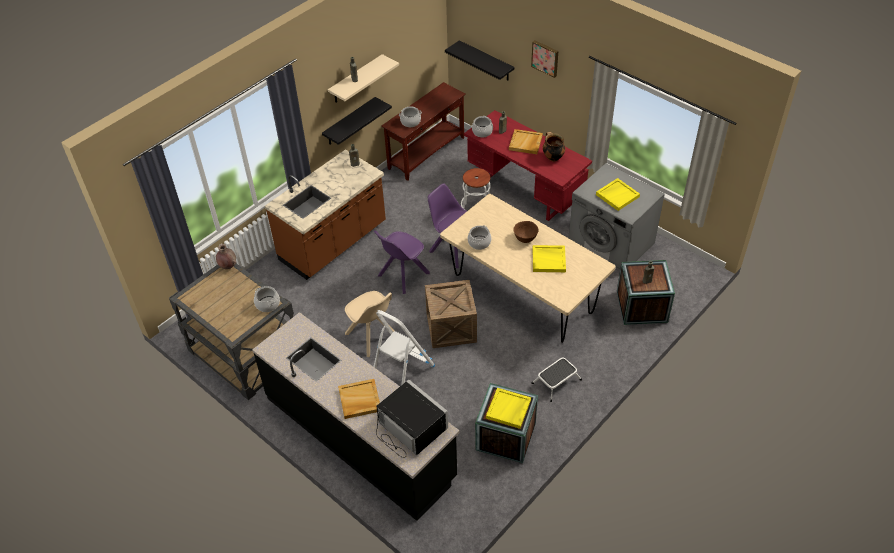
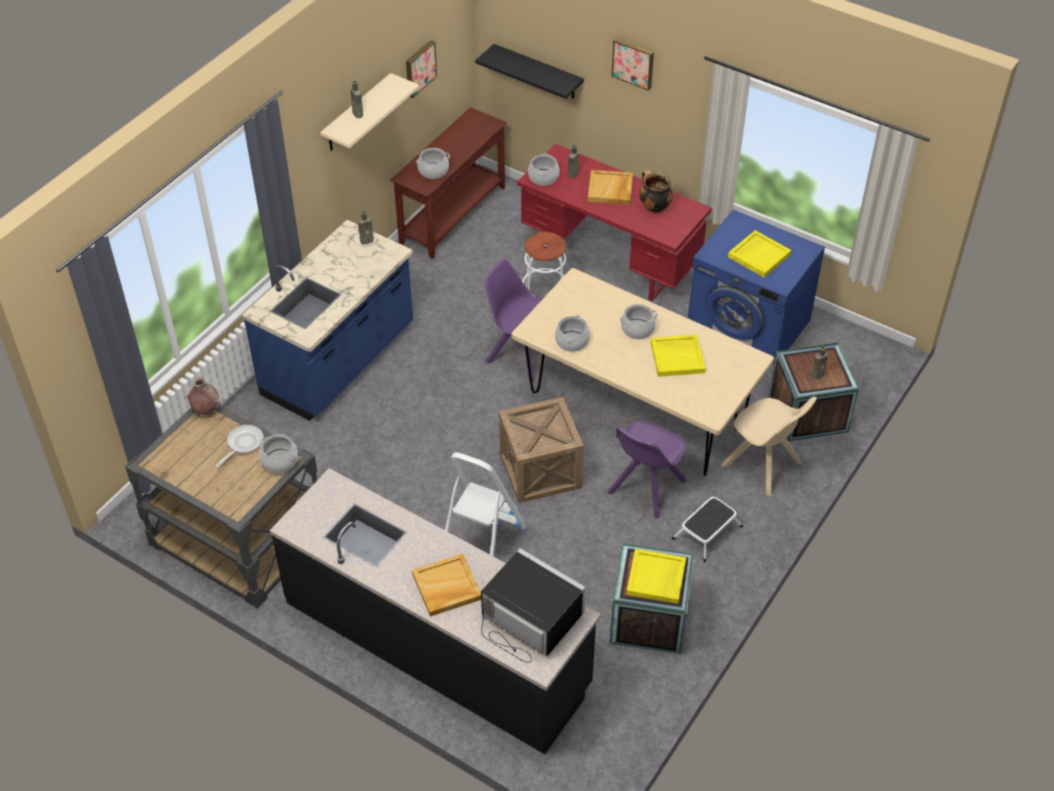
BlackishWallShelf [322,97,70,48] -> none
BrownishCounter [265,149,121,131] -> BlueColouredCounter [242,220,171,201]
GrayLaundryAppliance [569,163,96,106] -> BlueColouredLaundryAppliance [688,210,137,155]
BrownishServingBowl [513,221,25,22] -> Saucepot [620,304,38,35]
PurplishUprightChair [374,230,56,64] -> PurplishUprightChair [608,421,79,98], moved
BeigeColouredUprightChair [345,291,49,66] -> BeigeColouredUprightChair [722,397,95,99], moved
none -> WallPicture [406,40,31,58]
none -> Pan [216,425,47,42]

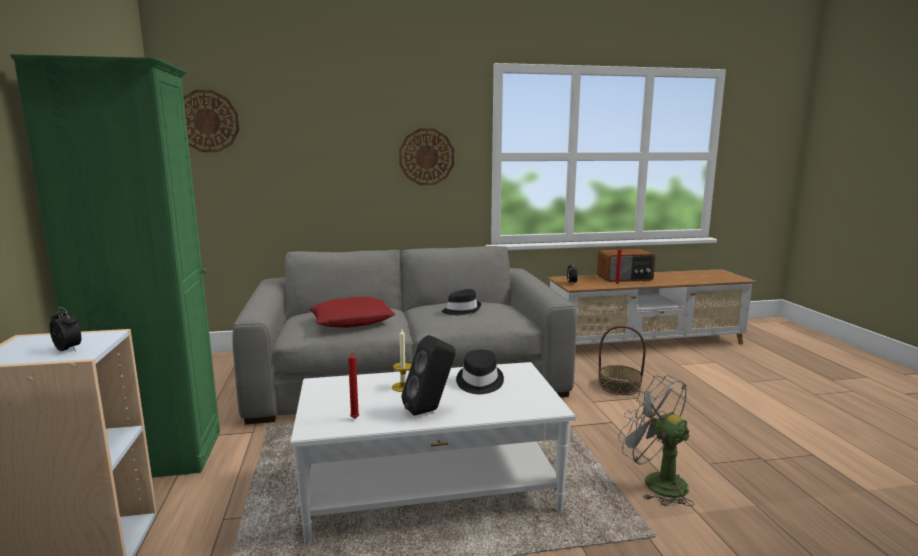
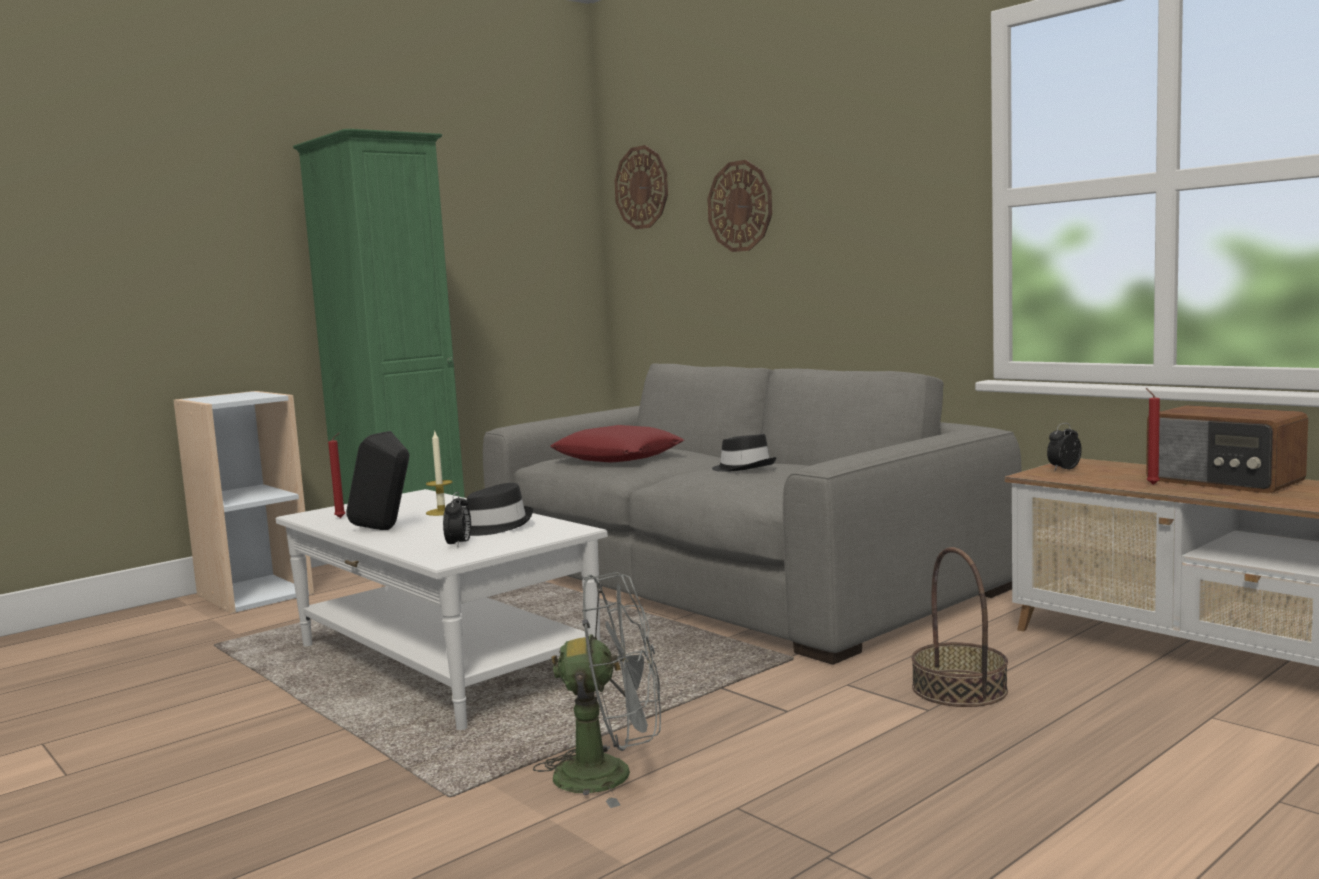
ClockOnTheWall [399,129,55,56] -> ClockOnTheWall [707,160,65,92], moved
BedsideClock [50,307,31,45] -> BedsideClock [443,492,28,56], moved
GrayElectricFan [618,375,77,131] -> GrayElectricFan [533,572,128,236], 75 degrees clockwise

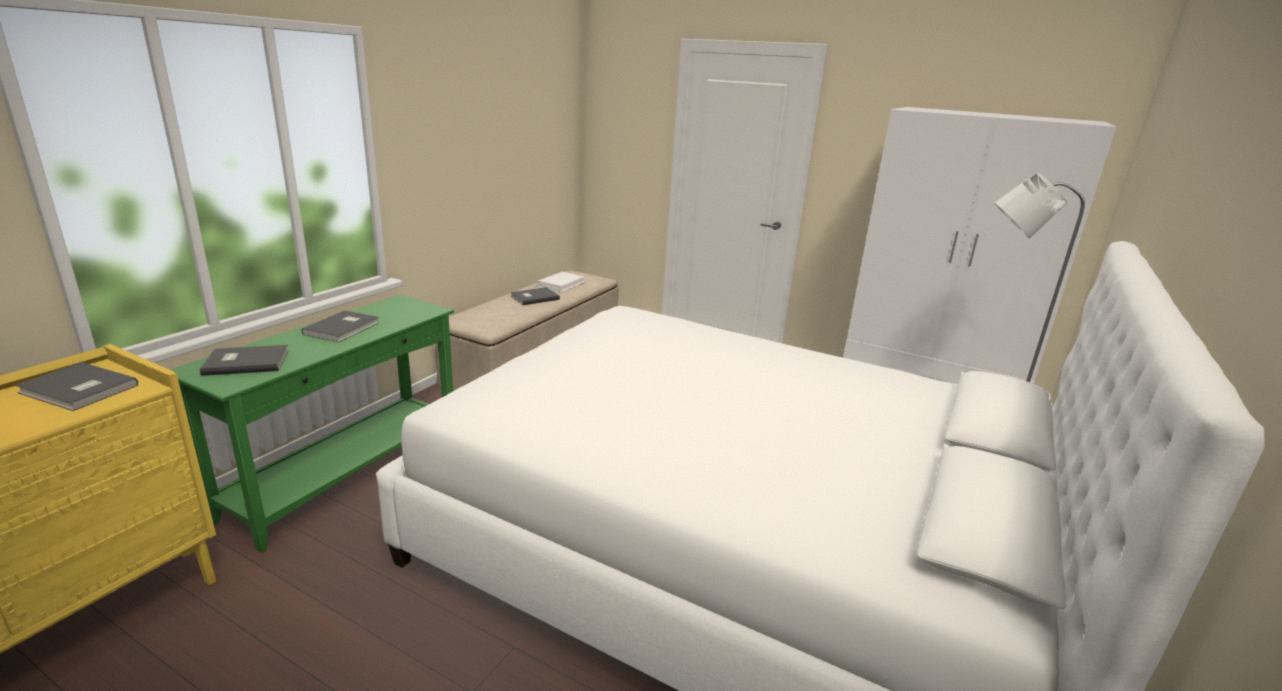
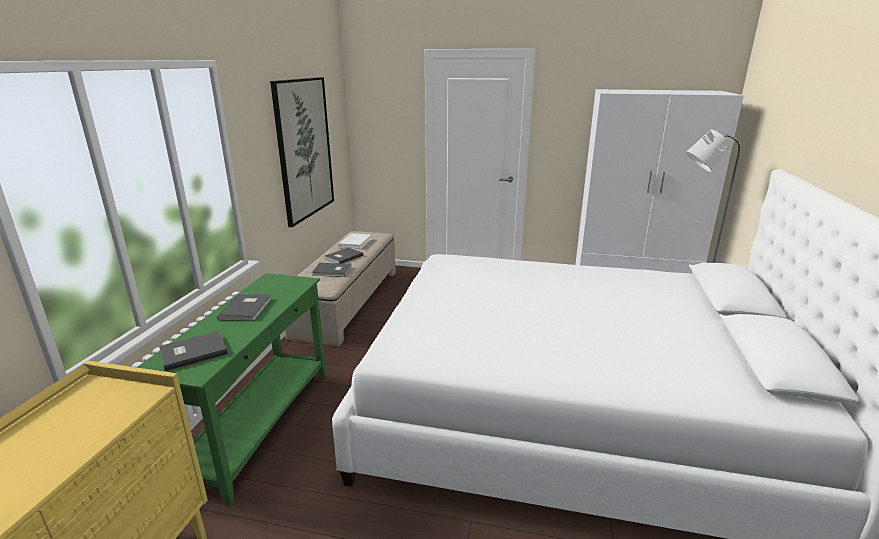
GrayVolume [15,362,123,49] -> GrayVolume [312,263,39,14], moved
none -> WallPicture [270,77,64,150]

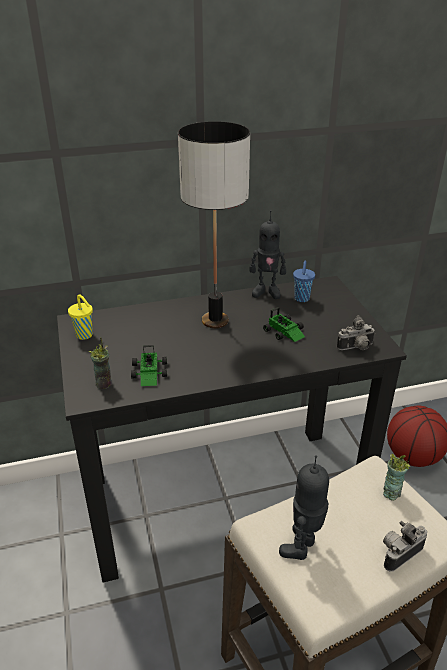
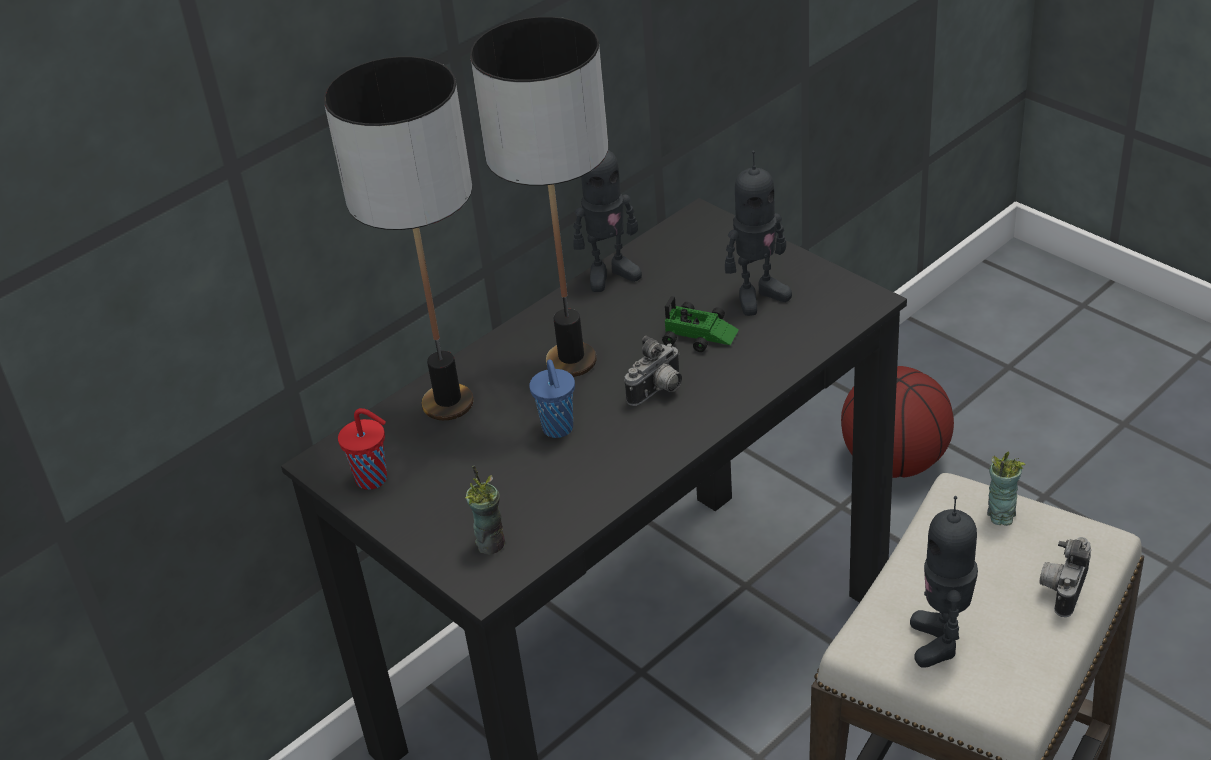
BlueColouredDrinkingCup [293,260,22,42] -> BlueColouredDrinkingCup [529,359,46,79], moved
YellowColouredDrinkingCup [68,295,25,45] -> RedColouredDrinkingCup [338,408,49,82]
StillCamera [337,315,38,35] -> StillCamera [624,336,58,70], moved
ToyCar [131,345,36,41] -> none
none -> LampForATable [324,56,149,364]
none -> RobotFigure [725,150,67,166]

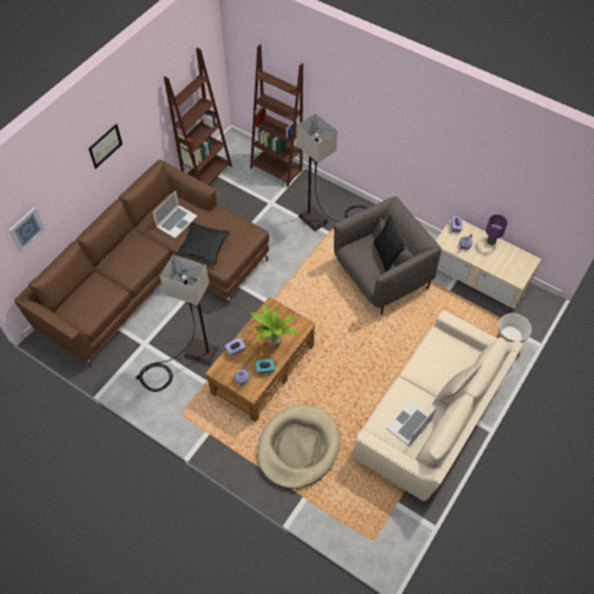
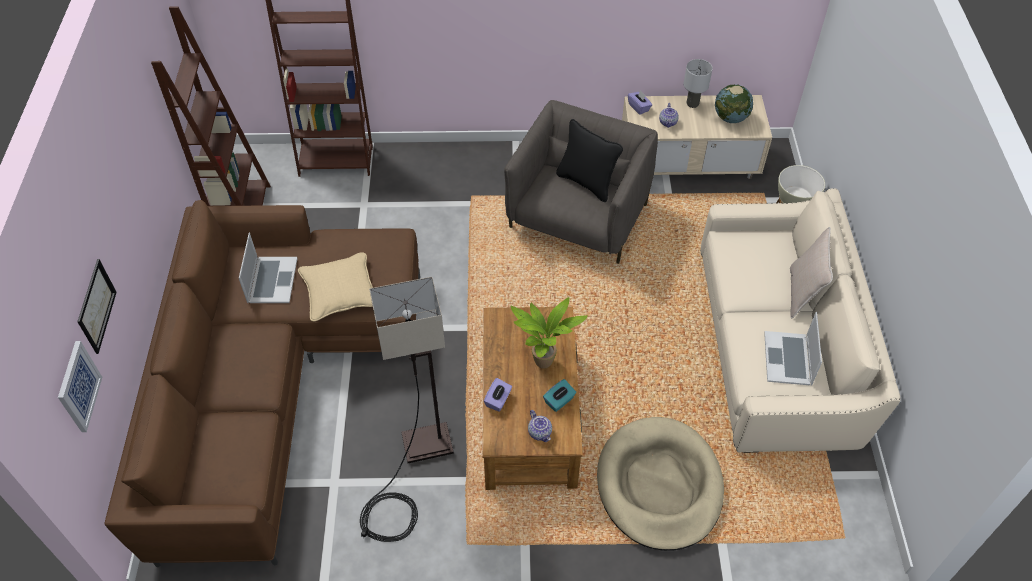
StandardLamp [297,113,70,118] -> none
WallPicture [88,124,34,45] -> WallPicture [77,259,40,95], moved
PurplishLampForATable [486,214,22,31] -> WhiteLampForATable [683,59,30,49]
BlackishCushion [176,222,54,43] -> BeigeColouredCushion [298,252,75,69]
none -> DeskGlobe [715,85,38,38]

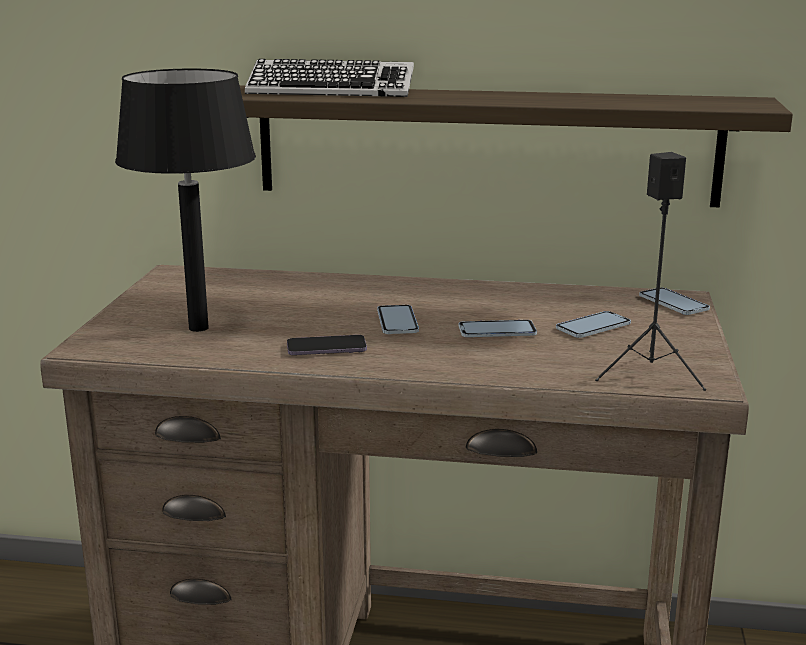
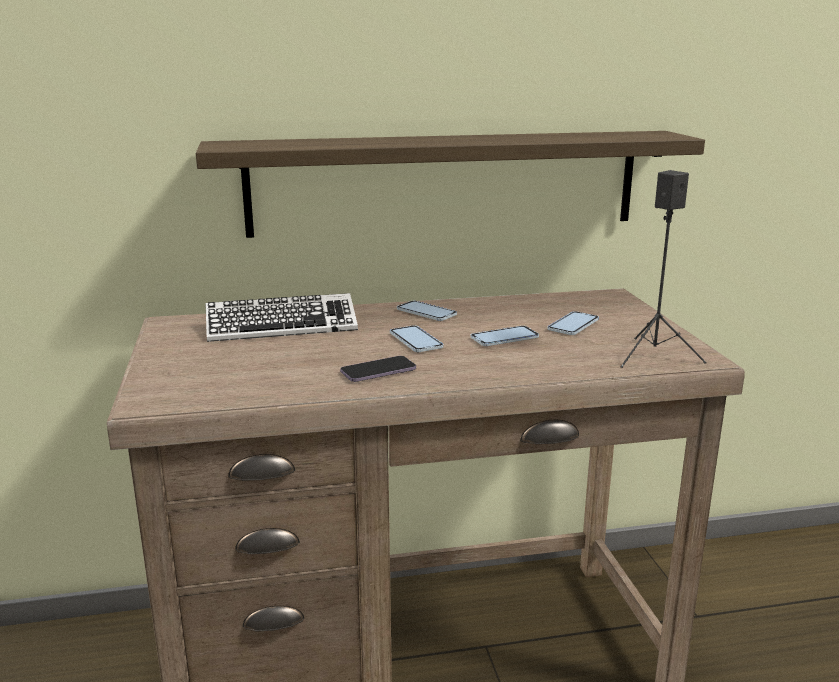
PcKeyboard [245,59,169,38] -> PcKeyboard [206,293,152,49], moved
BlackishLampForATable [115,69,141,263] -> none
Telephone [639,287,71,28] -> Telephone [397,301,60,20], moved

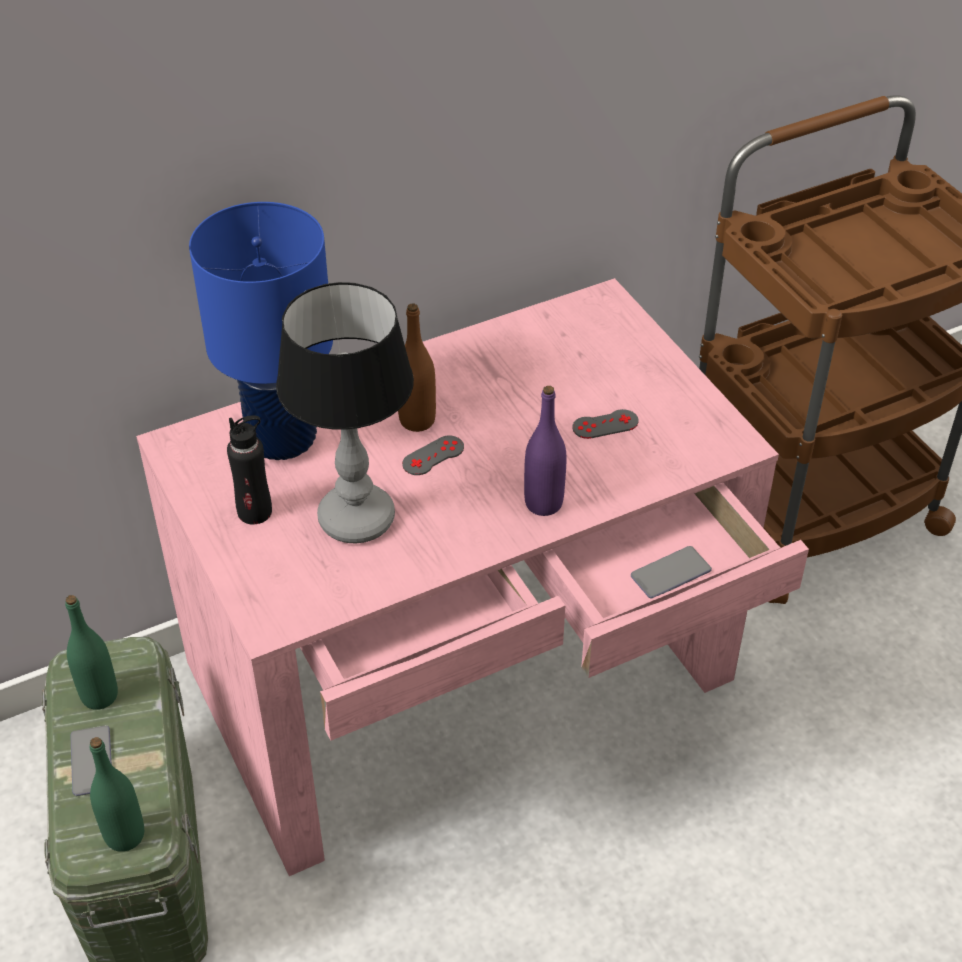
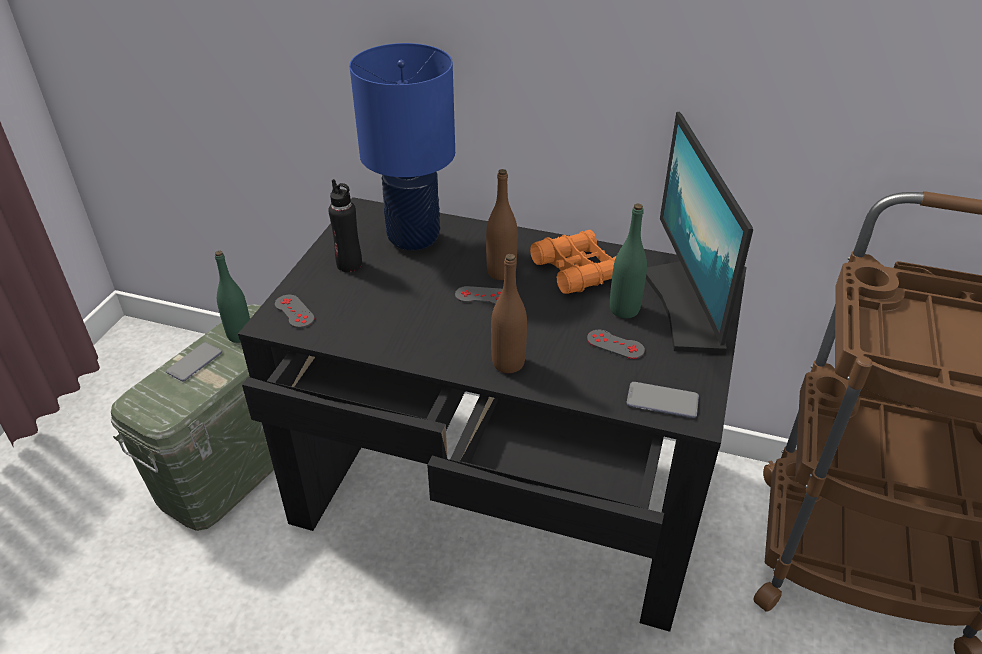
PinkishDeskTable [136,278,673,598] -> BlackishDeskTable [238,197,508,435]
LampForATable [276,282,138,261] -> none
PurplishDrinkBottle [524,386,43,130] -> BrownishDrinkBottle [491,254,36,119]
Telephone [631,546,81,53] -> Telephone [626,382,73,36], moved
GreenDrinkBottle [89,737,55,115] -> GreenDrinkBottle [610,203,37,115], moved
none -> ComputerDisplay [646,112,107,242]
none -> OrangeColouredFieldGlasses [530,230,86,64]
none -> GrayGameController [275,295,40,33]

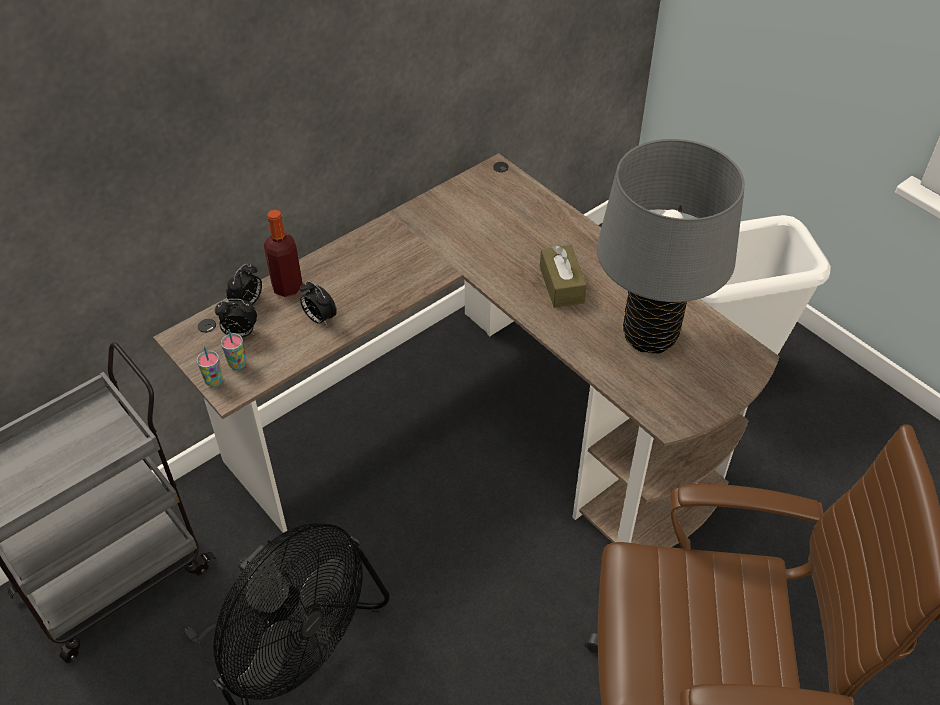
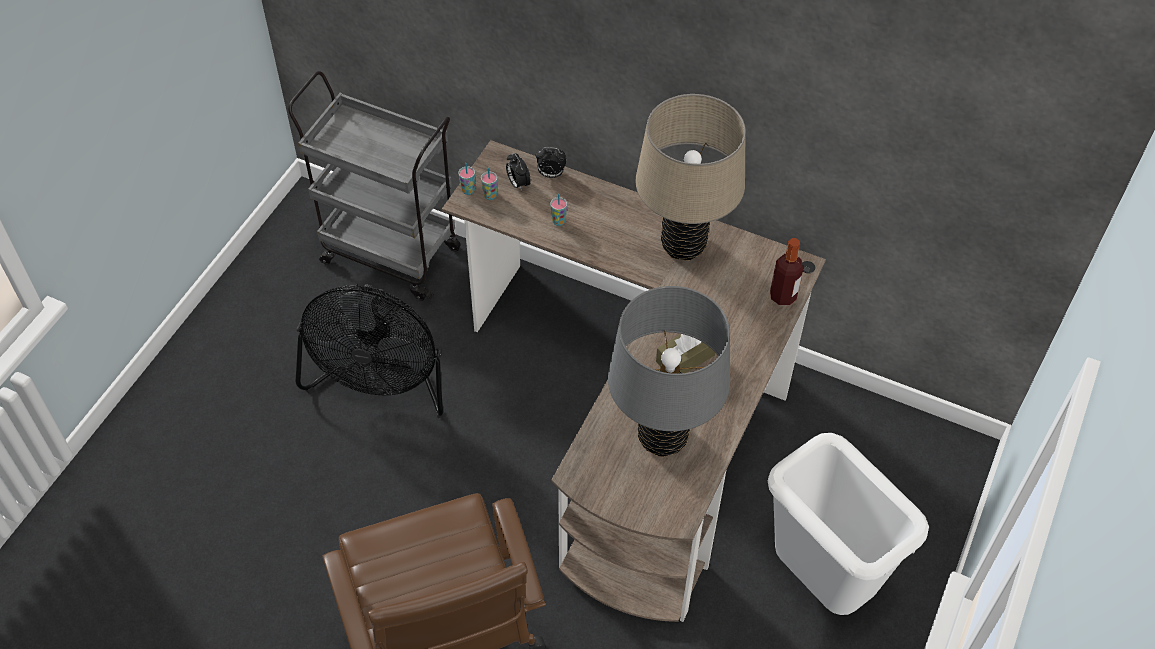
DrinkBottle [264,210,39,87] -> DrinkBottle [770,238,33,68], moved
BedsideClock [300,281,37,45] -> DrinkingCup [550,194,17,32]
none -> BeigeColouredLampForATable [636,94,109,167]

